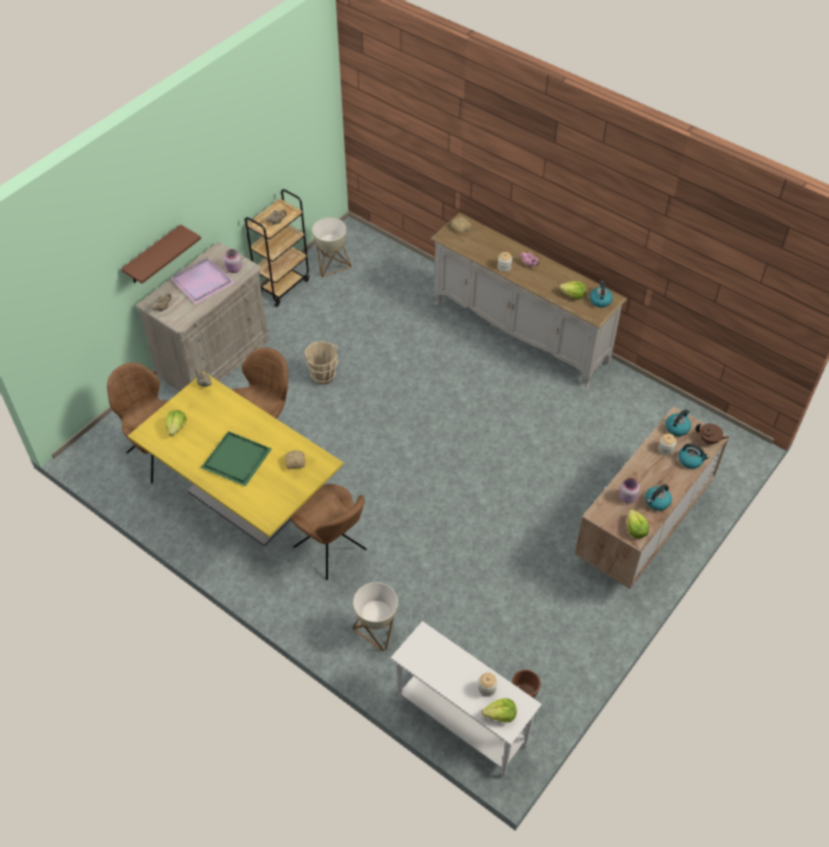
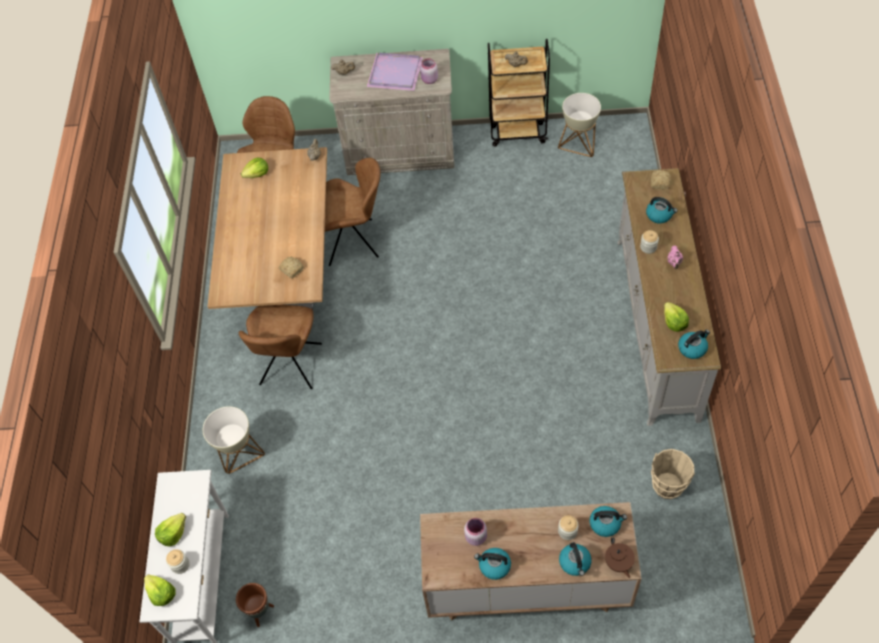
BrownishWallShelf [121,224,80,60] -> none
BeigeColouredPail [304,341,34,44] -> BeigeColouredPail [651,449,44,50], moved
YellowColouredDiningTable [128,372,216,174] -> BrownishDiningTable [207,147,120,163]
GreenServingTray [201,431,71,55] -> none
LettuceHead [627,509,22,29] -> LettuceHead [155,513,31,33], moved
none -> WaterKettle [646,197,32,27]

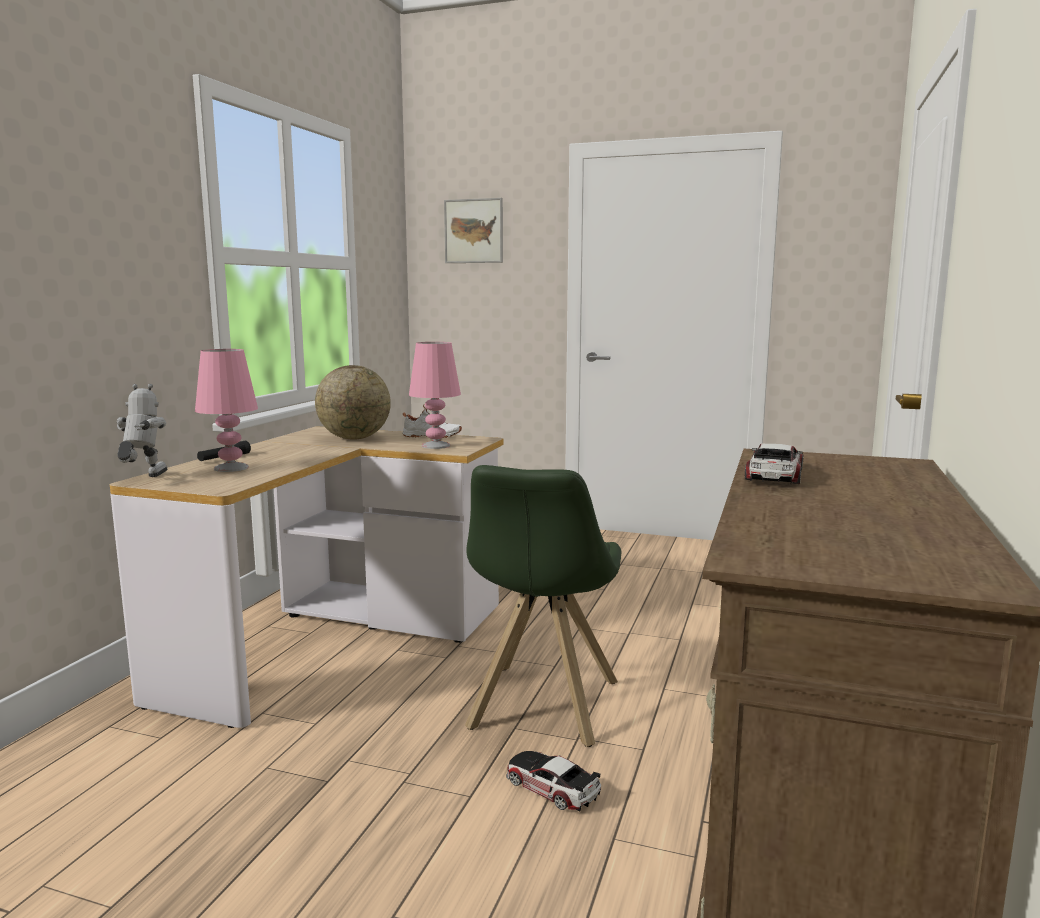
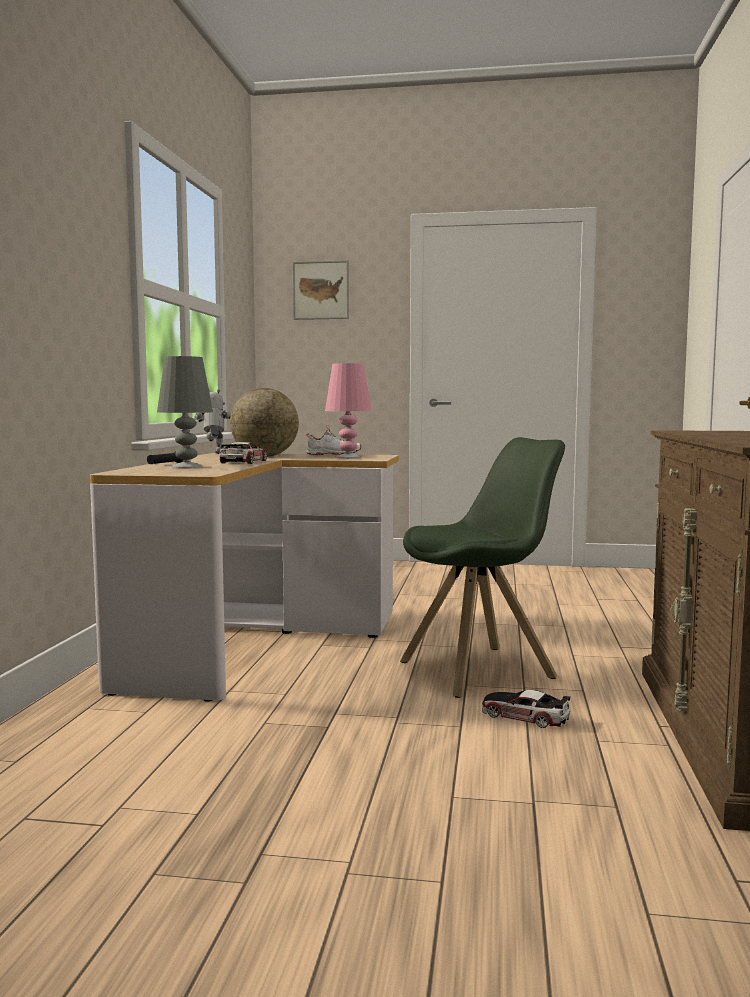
PinkishLampForATable [195,349,63,123] -> GrayLampForATable [157,356,56,113]
RobotFigure [117,384,51,93] -> RobotFigure [194,389,37,65], moved
ToyCar [745,444,58,40] -> ToyCar [220,442,47,22], moved
GreenUprightChair [465,465,156,282] -> GreenUprightChair [400,437,165,261], 120 degrees counterclockwise

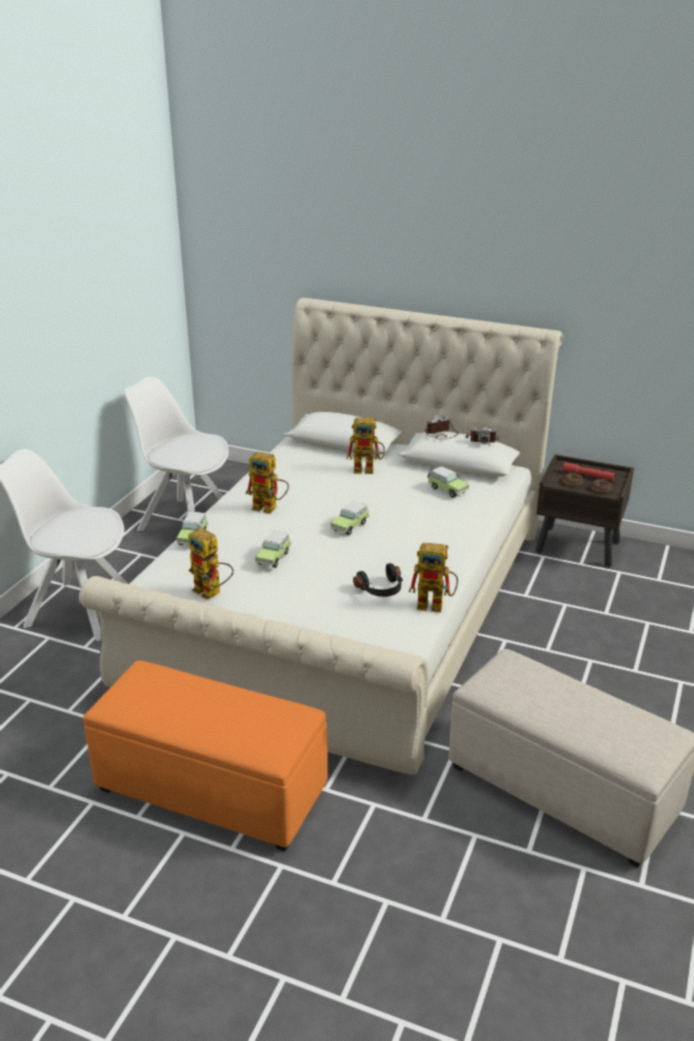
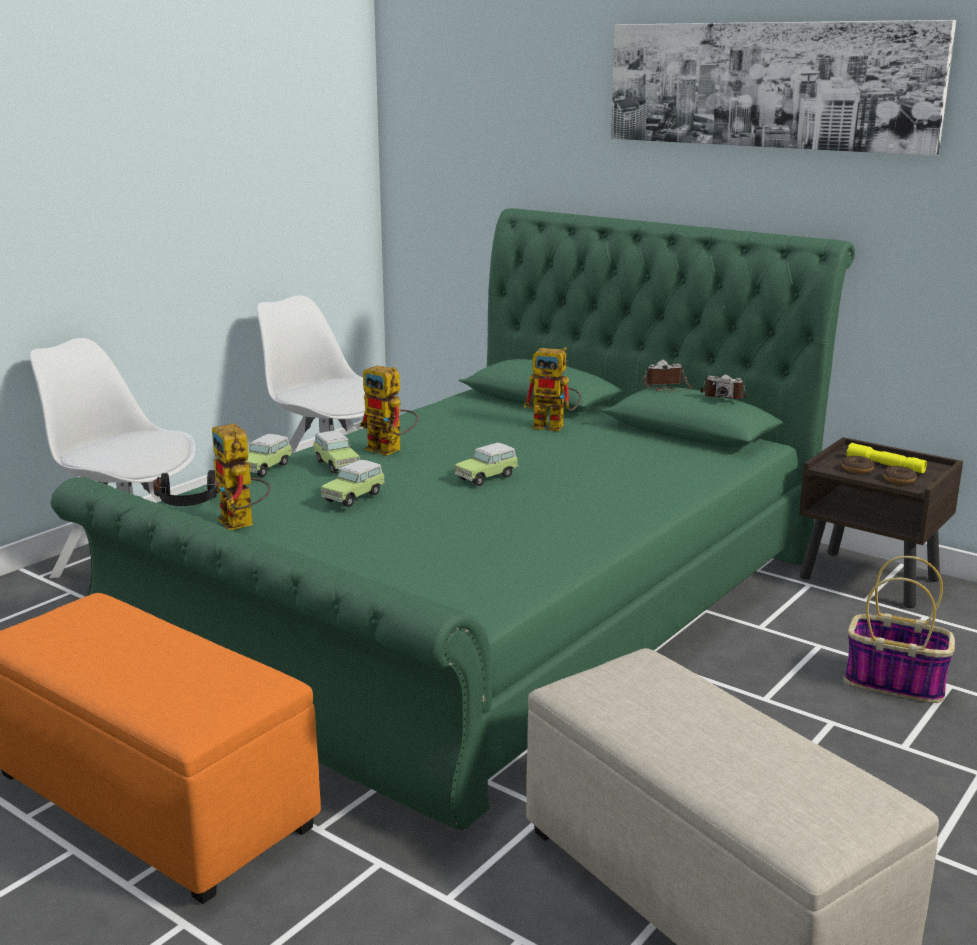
BeigeColouredSleepingBed [79,298,484,477] -> GreenSleepingBed [51,208,804,622]
RedColouredFlashlight [563,462,52,19] -> YellowColouredFlashlight [847,443,80,30]
ToyCar [428,466,41,32] -> ToyCar [313,431,47,43], moved
RobotFigure [409,543,49,69] -> none
BlackishPairOfHeadphones [353,563,50,34] -> BlackishPairOfHeadphones [153,470,67,36], moved
none -> WallPicture [611,20,345,136]
none -> HouseholdBasket [845,556,110,147]

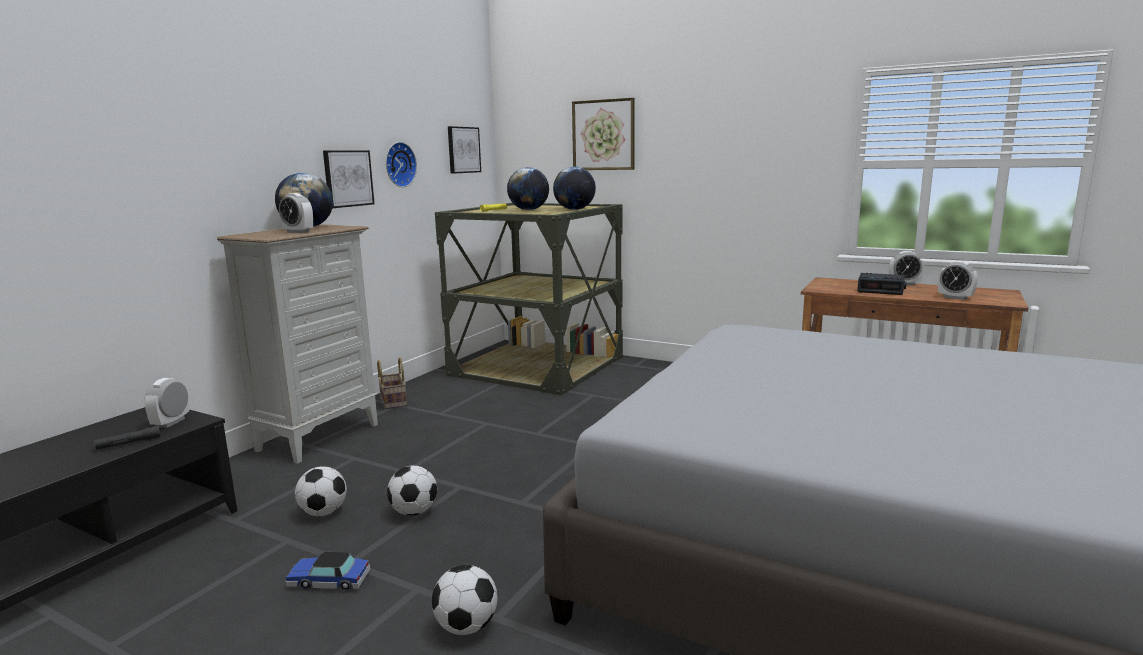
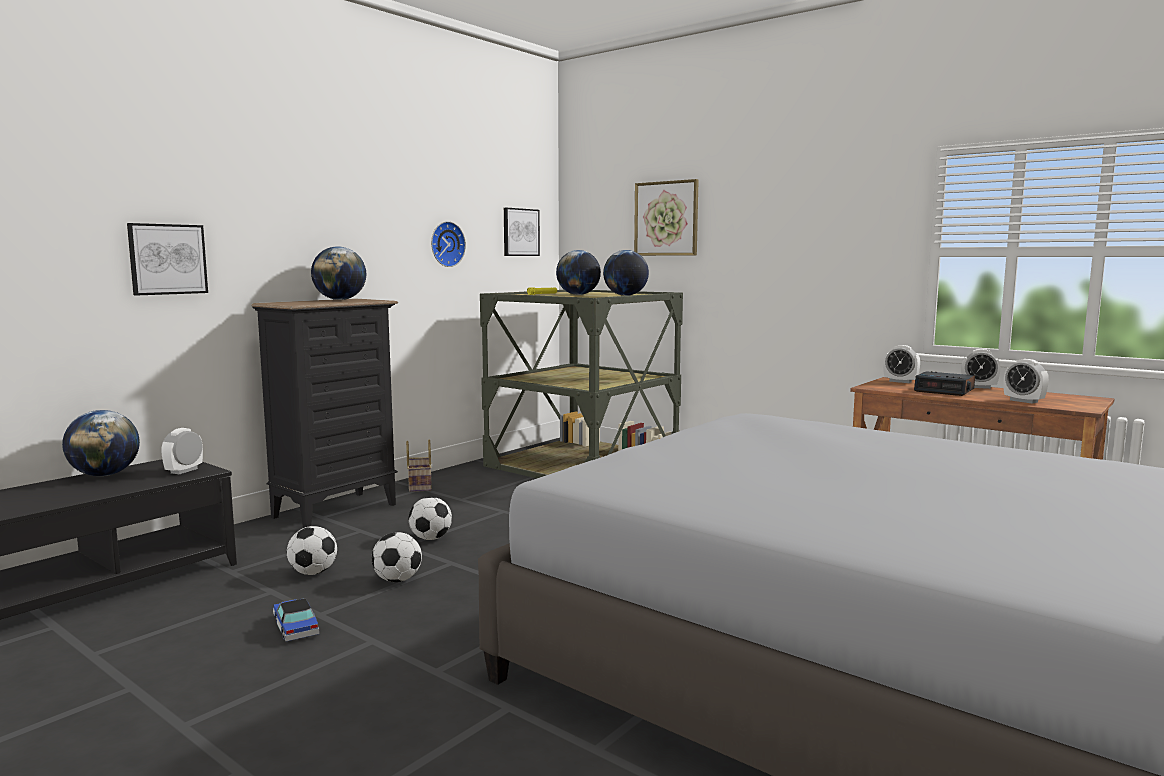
WallPicture [323,150,51,58] -> WallPicture [127,223,81,73], moved
BedsideClock [279,193,34,40] -> BedsideClock [883,345,37,38], moved
WhiteChestOfDrawers [217,224,161,240] -> BlackishChestOfDrawers [251,299,147,229]
BlackishFlashlight [94,426,67,24] -> none
ToyCar [285,552,85,39] -> ToyCar [273,598,47,43], 45 degrees clockwise
Football [432,565,65,70] -> Football [409,497,43,43], moved
none -> DeskGlobe [62,410,78,66]

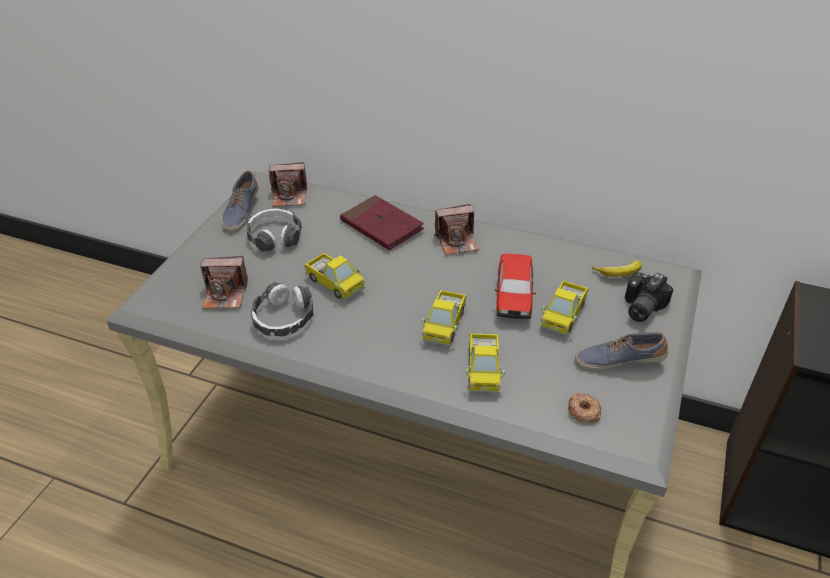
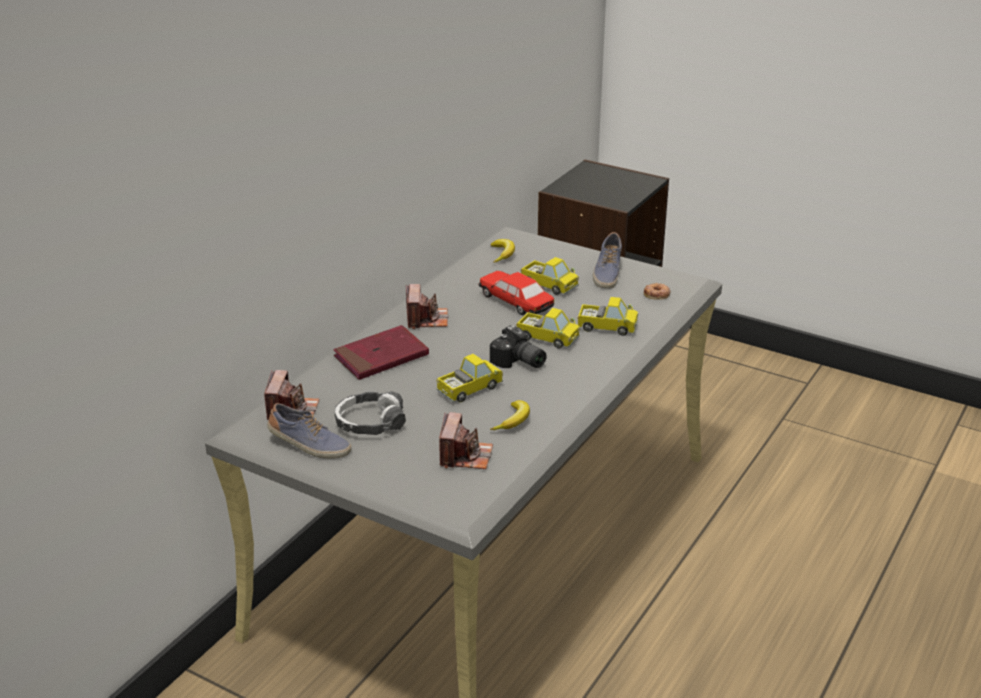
ToyCar [495,254,41,65] -> ToyCar [479,271,75,44], 150 degrees counterclockwise
StillCamera [625,272,48,50] -> StillCamera [490,325,57,43], moved
PairOfHeadphones [251,282,63,54] -> BananaFruit [490,400,40,30]

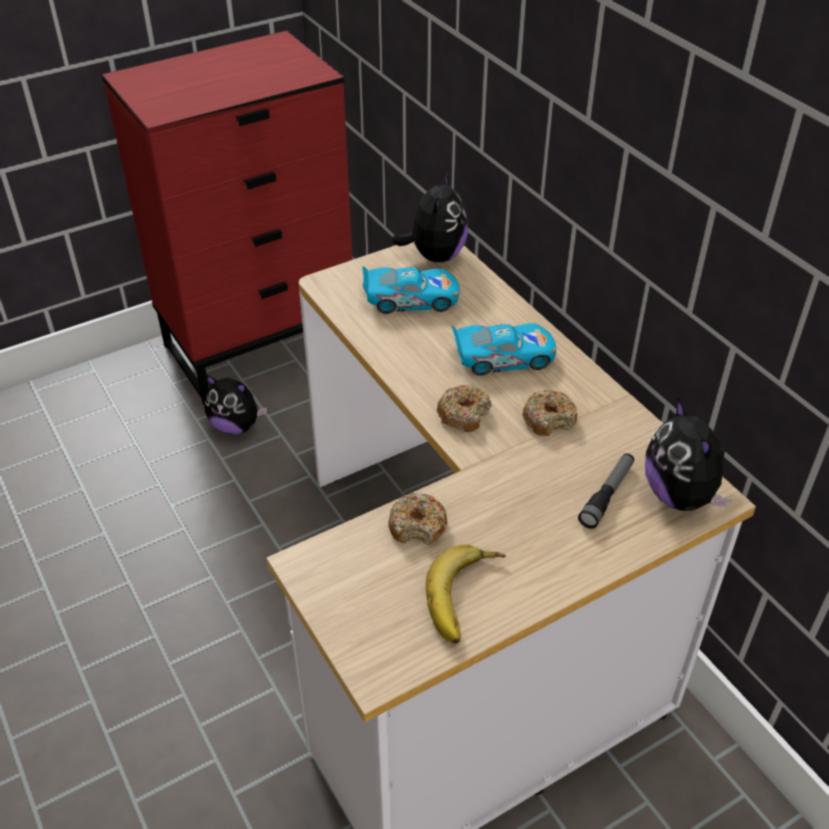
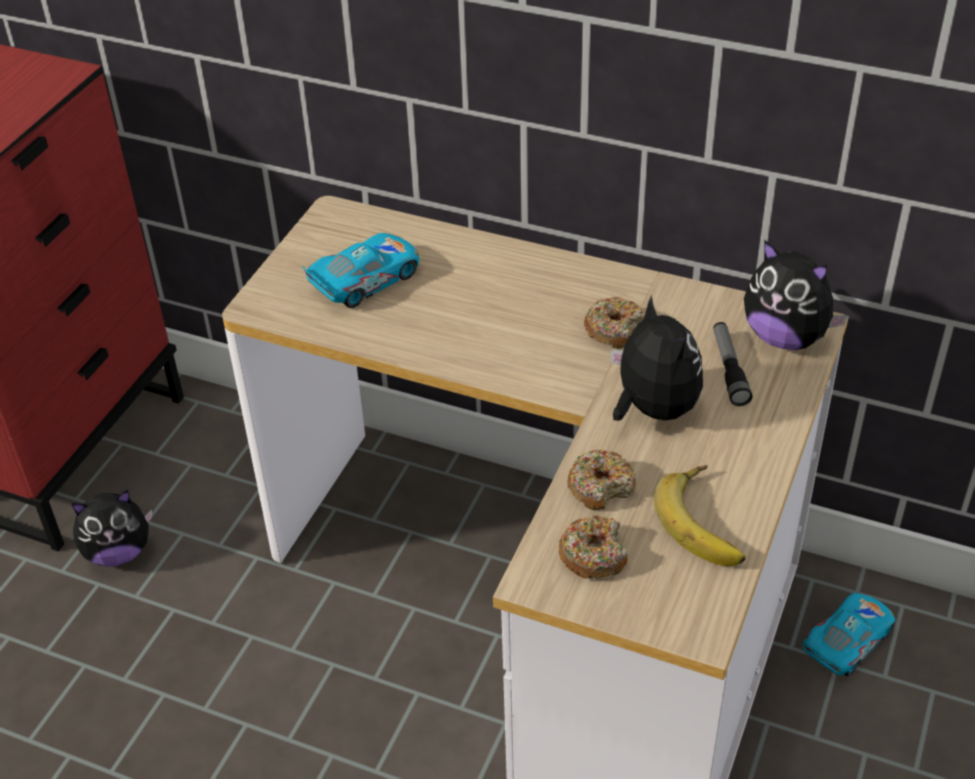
SoftToy [392,171,76,91] -> SoftToy [610,295,93,126], moved
ToyCar [451,323,105,53] -> ToyCar [802,593,93,83], moved
Doughnut [437,385,55,47] -> Doughnut [559,516,69,63], moved

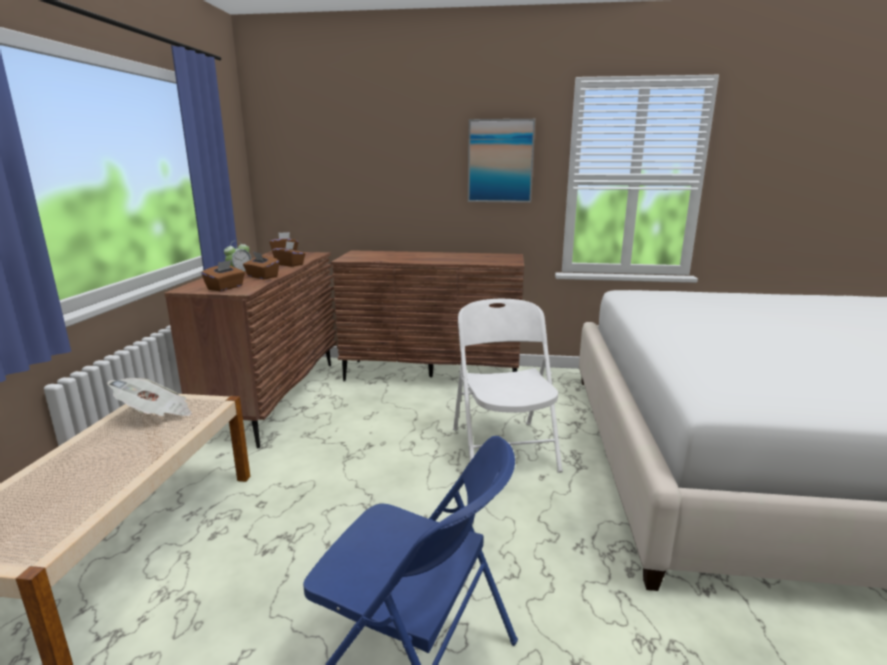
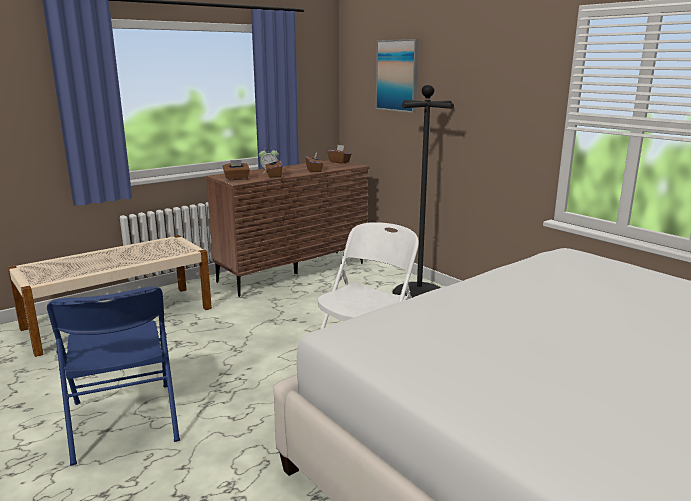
WallPicture [468,119,67,84] -> WallPicture [376,39,43,74], moved
BrownishChestOfDrawers [331,250,193,131] -> BlackishGarmentRack [392,85,62,213]
PrintedPaper [107,378,85,38] -> none

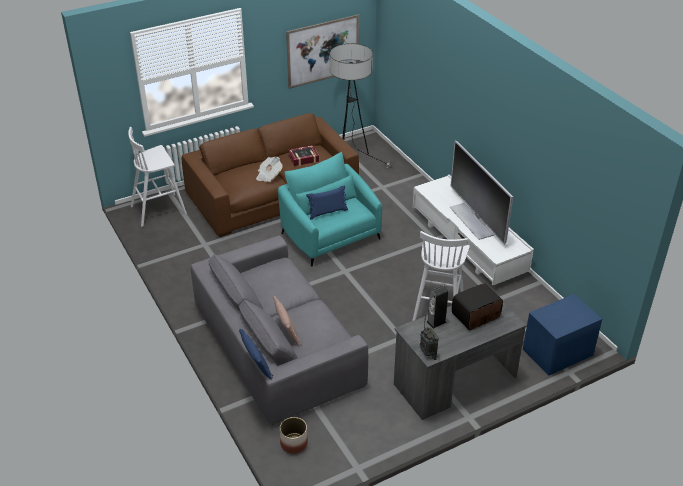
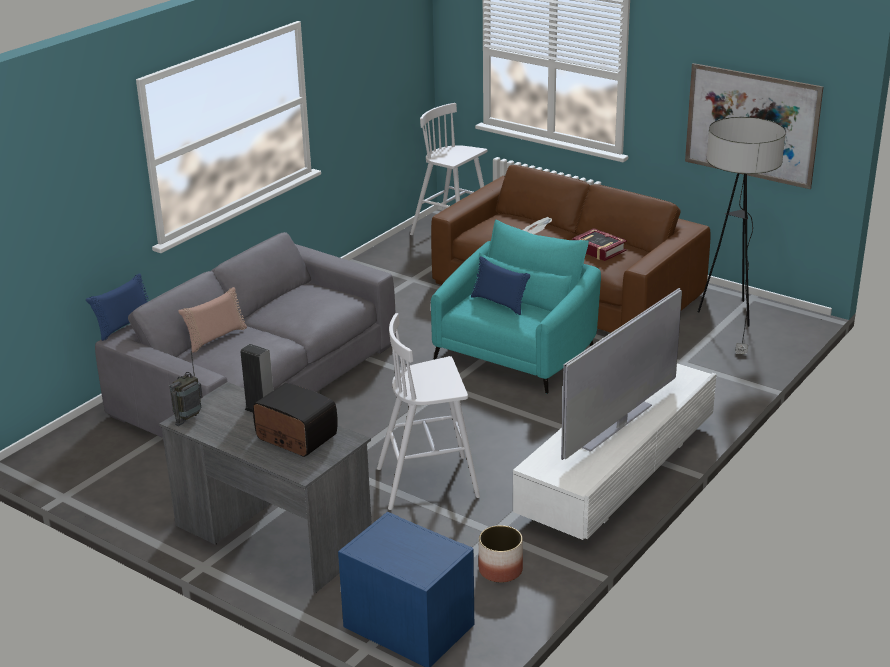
FlowerPot [280,417,28,37] -> FlowerPot [479,525,44,58], moved

